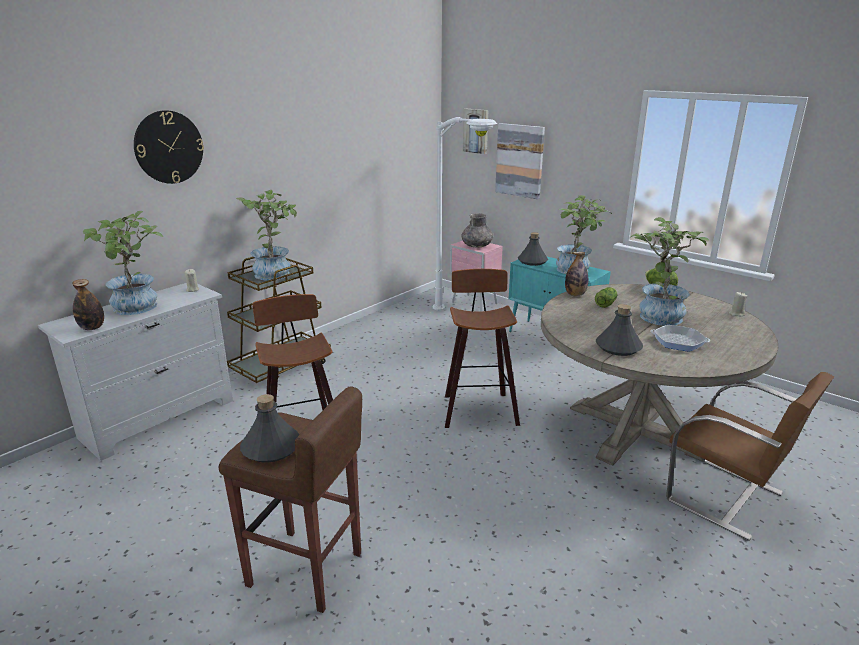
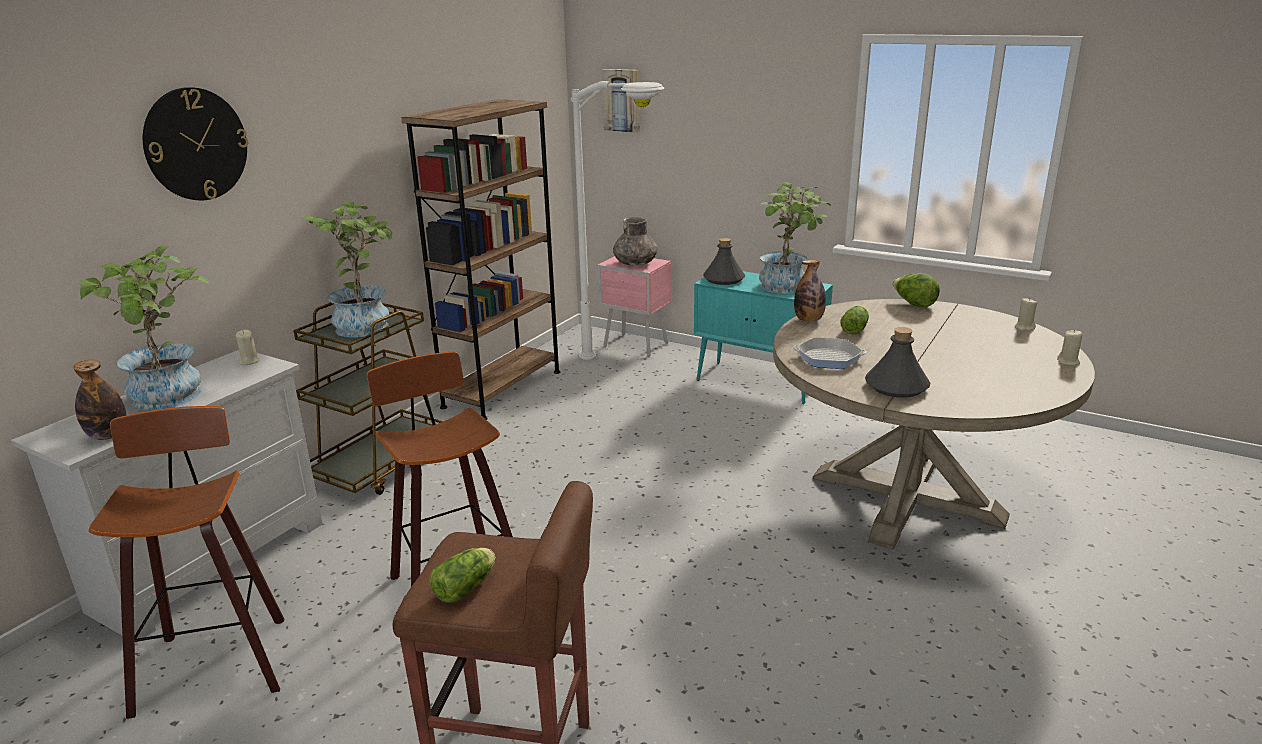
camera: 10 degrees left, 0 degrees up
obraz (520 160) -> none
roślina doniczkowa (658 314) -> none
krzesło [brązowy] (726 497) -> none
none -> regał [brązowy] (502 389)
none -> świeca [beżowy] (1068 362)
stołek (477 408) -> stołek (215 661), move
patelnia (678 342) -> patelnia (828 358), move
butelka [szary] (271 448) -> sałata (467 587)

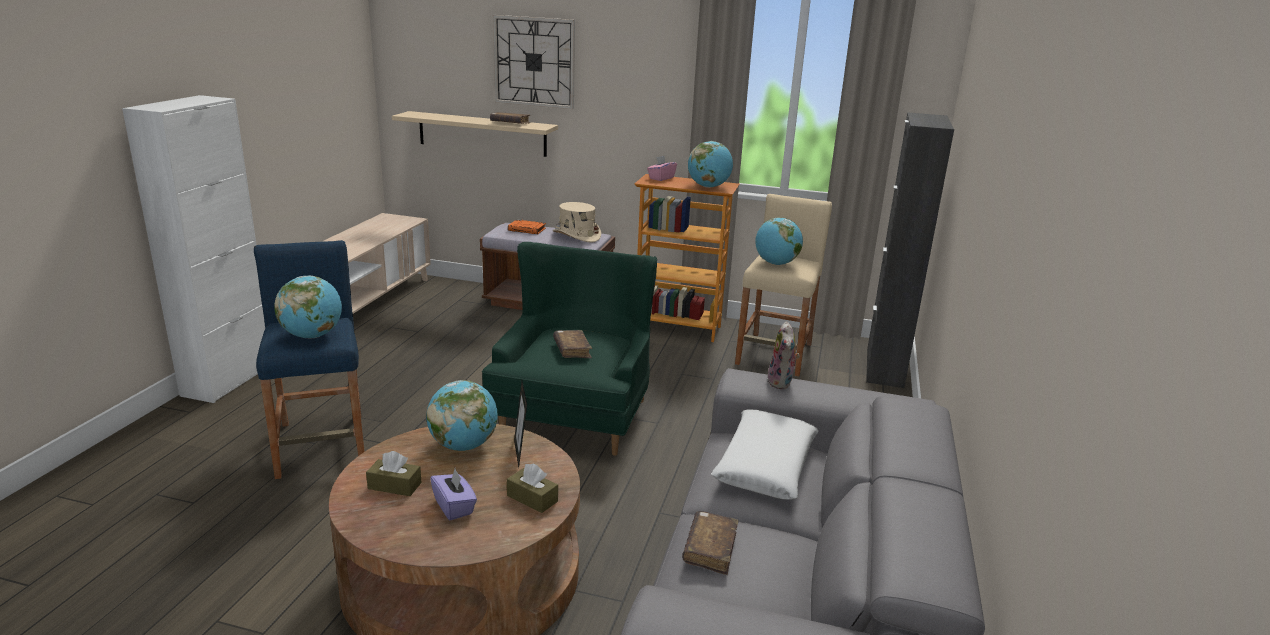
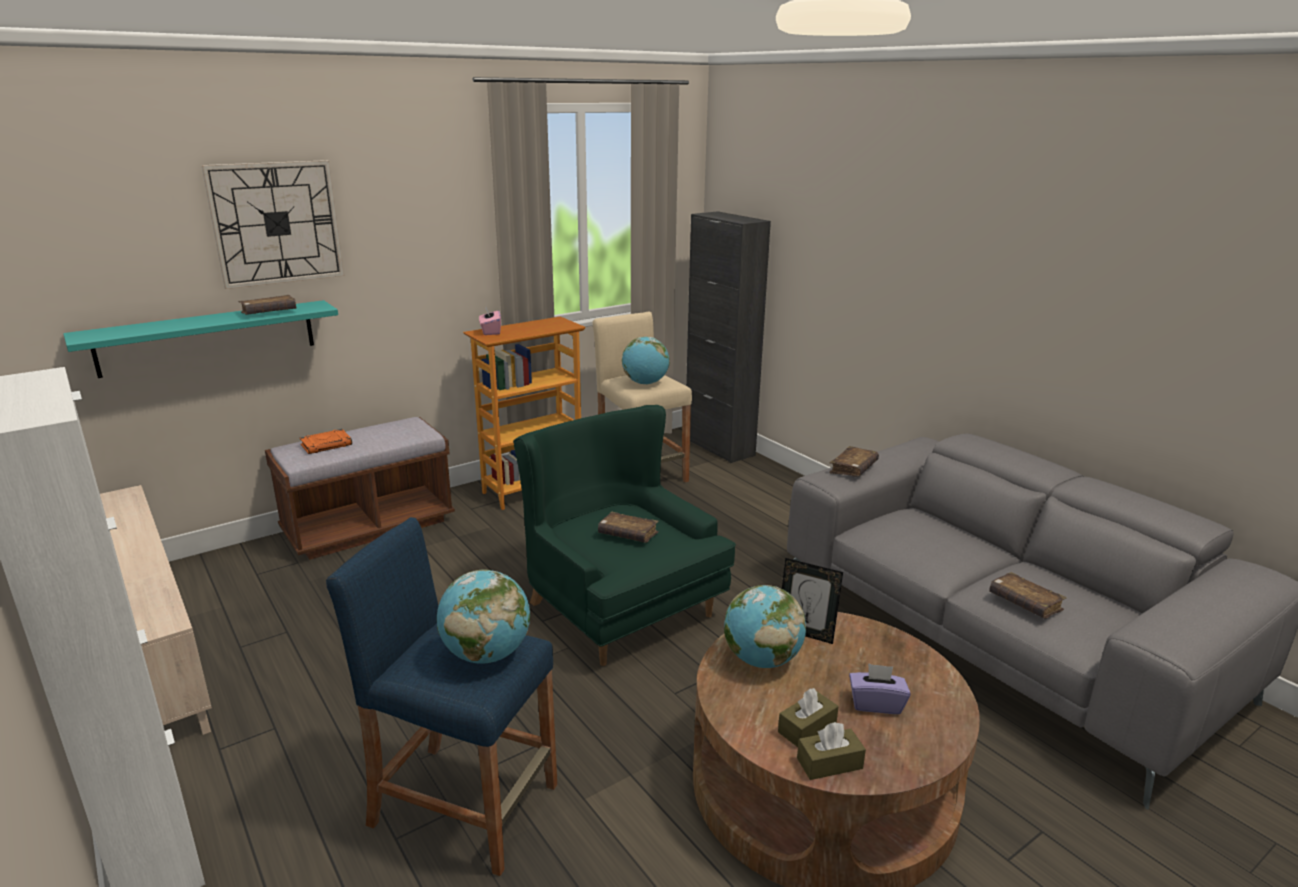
camera: 50 degrees left, 0 degrees up
kapelusz [beżowy] (576 236) -> none
globus (708 187) -> none
poduszka [biały] (765 465) -> none
pudełko chusteczek [brązowy] (532 498) -> pudełko chusteczek [brązowy] (829 763), move
pluszak (781 383) -> książka [brązowy] (853 468)
półka [beżowy] (482 134) -> półka [turkusowy] (208 338)

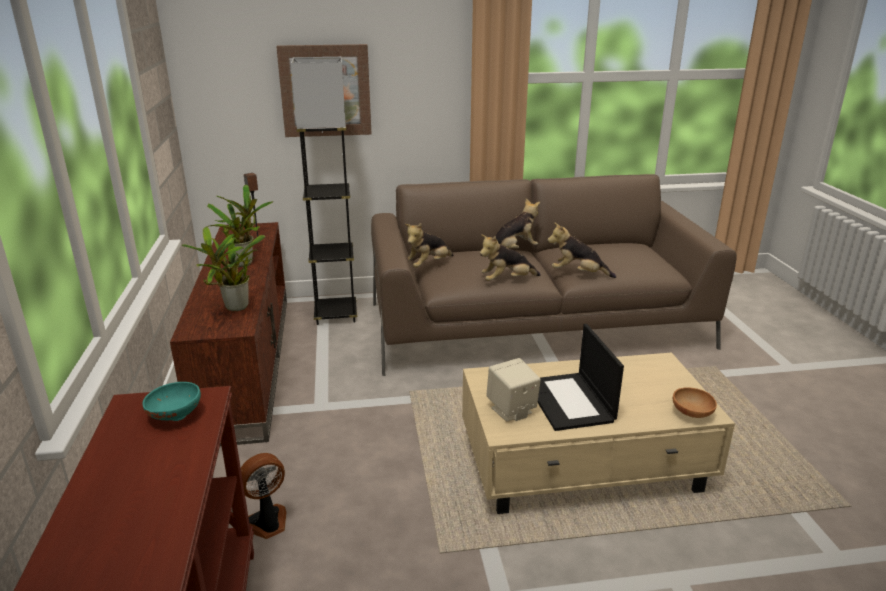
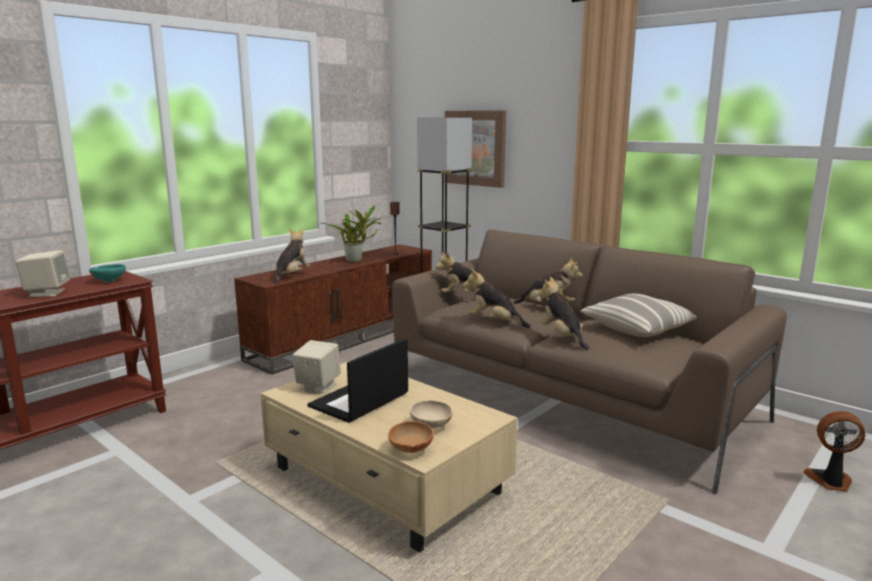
camera: 50 degrees right, 10 degrees down
none -> głośnik [beżowy] (47 293)
none -> miska [beżowy] (431 426)
none -> poduszka (638 329)
wentylator (267 524) -> wentylator (830 481), move
roślina doniczkowa (234 309) -> pluszak (292 276)

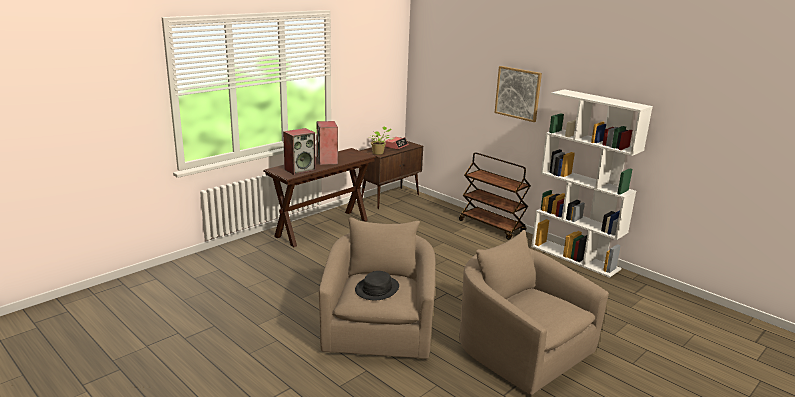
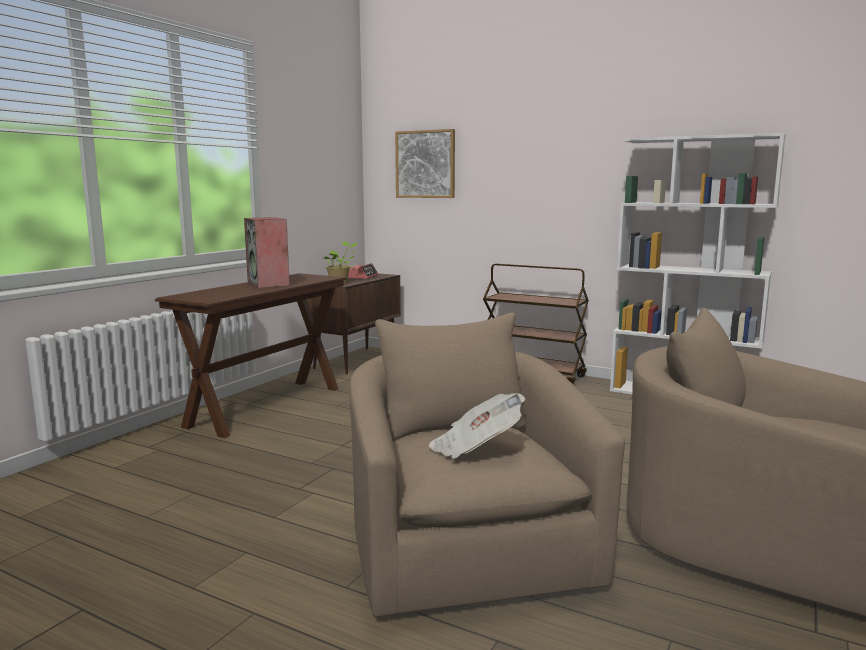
camera: 15 degrees left, 10 degrees down
głośnik (300 169) -> none
obraz (518 93) -> obraz (425 164), move
kapelusz [czarny] (377 289) -> gazeta (475 448)

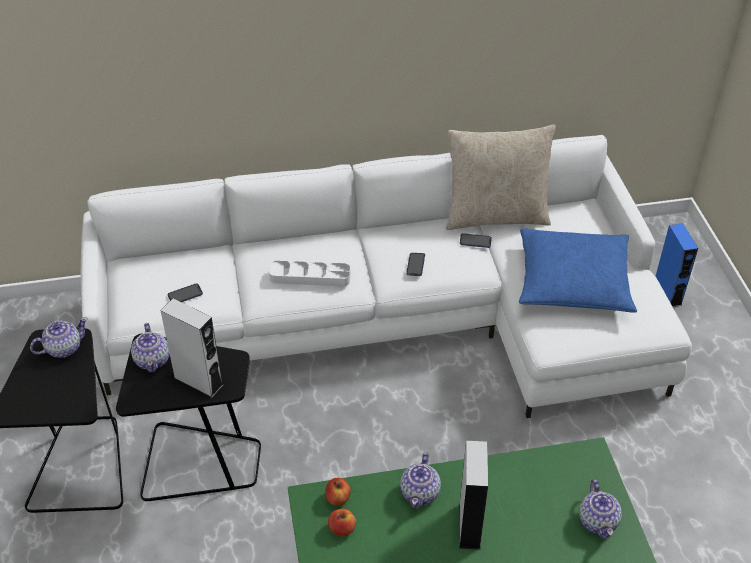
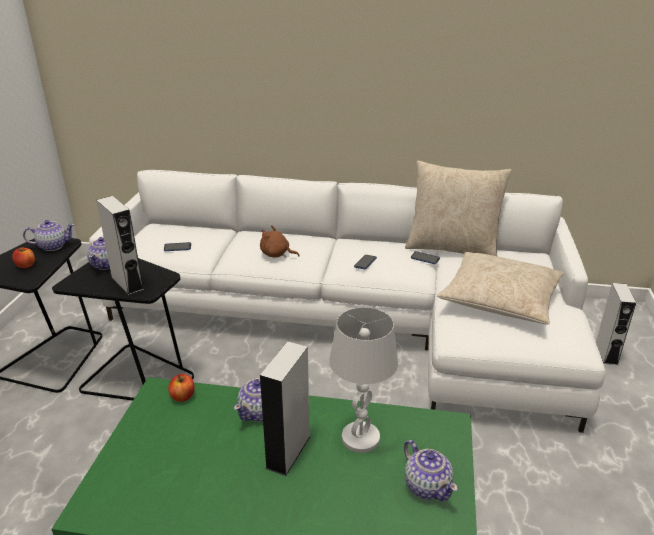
camera: 20 degrees right, 15 degrees down
none -> lampa stołowa [biały] (360 438)
jabłko (342 528) -> jabłko (26 265), move
taca [biały] (310 277) -> pluszak [brązowy] (276 254)
poduszka [niebieski] (573 281) -> poduszka [beżowy] (500 298)
głośnik [niebieski] (667 293) -> głośnik [szary] (606 353)
imbryk (598 521) -> imbryk (427 486), 45 degrees counterclockwise

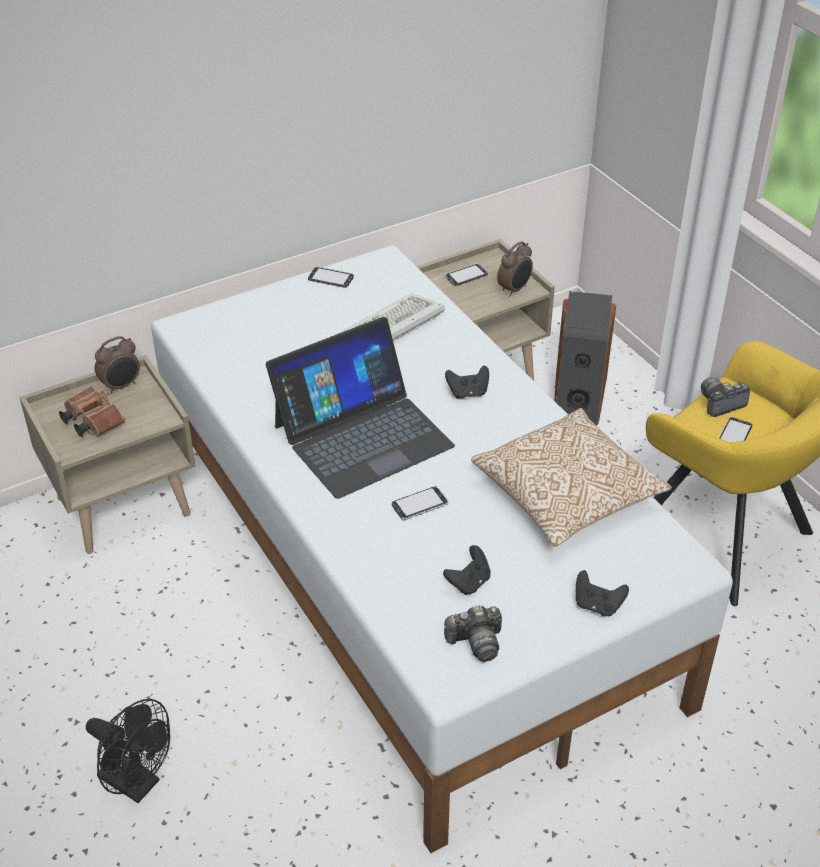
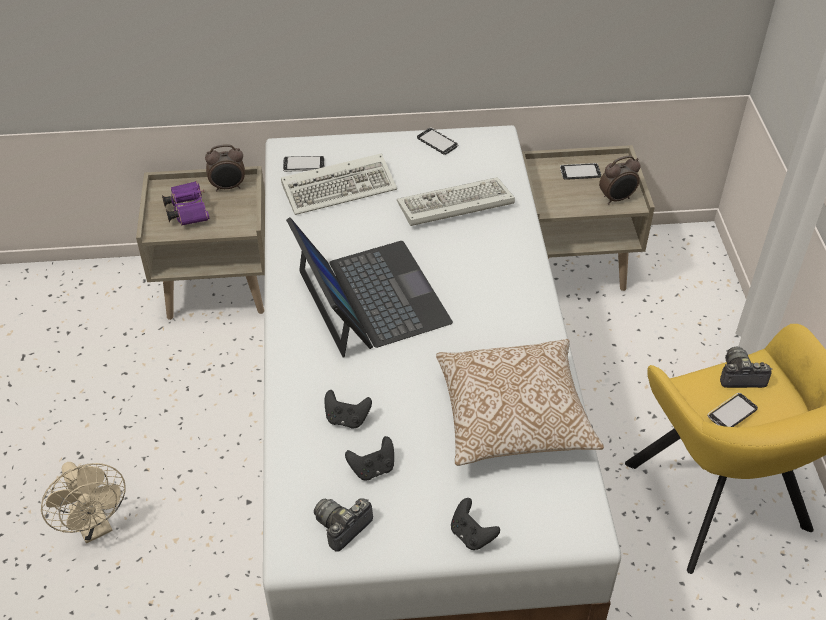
camera: 25 degrees right, 5 degrees up
głośnik (578 399) -> none
none -> klawiatura (341 187)
telefon (420 505) -> telefon (304 165), move
pad do gier [czarny] (468 393) -> pad do gier [czarny] (347 419), move
lornetka [brązowy] (92 421) -> lornetka [fioletowy] (187 211)
wentylator [czarny] (137 783) -> wentylator [beżowy] (95 526)
laptop (362 435) -> laptop (370 298), 105 degrees counterclockwise
aparat fotograficzny (476 642) -> aparat fotograficzny (343 526), 120 degrees clockwise

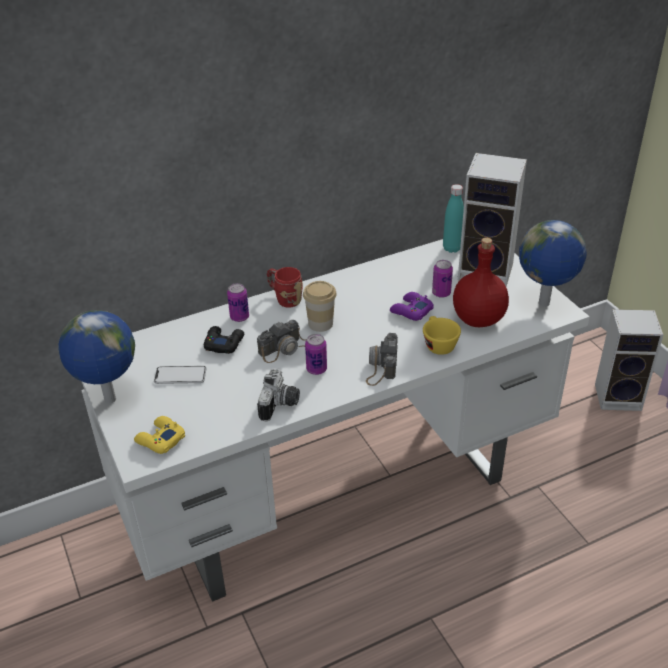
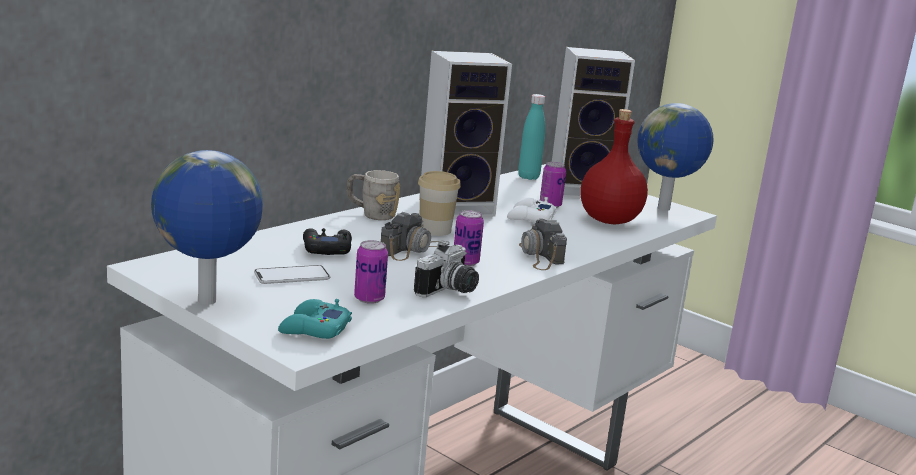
camera: 25 degrees left, 20 degrees down
filiżanka [żółty] (438 344) -> none
puszka (239 317) -> puszka (369 299), move
głośnik (619 396) -> głośnik (459 207), move
pad do gier [żółty] (160 439) -> pad do gier [turkusowy] (314 329)
kubek [czerwony] (284 298) -> kubek [szary] (371 214)
pad do gier [fioletowy] (411 311) -> pad do gier [biały] (530 218)
aparat fotograficzny (281 405) -> aparat fotograficzny (449 291), 45 degrees clockwise

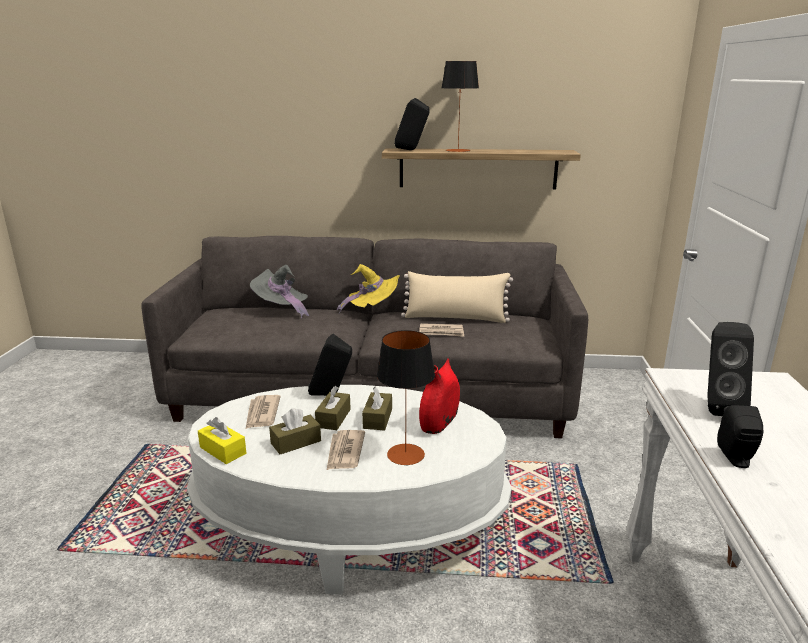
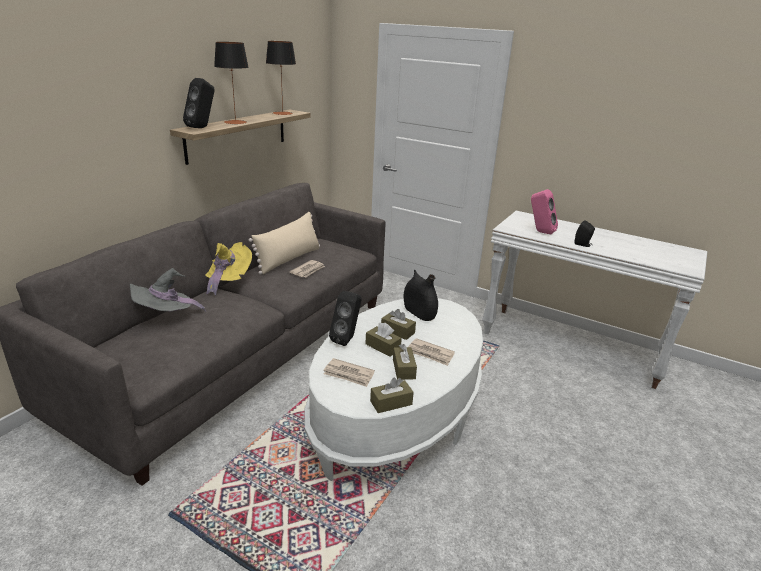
camera: 65 degrees left, 5 degrees up
lampa stołowa (405 454) -> lampa stołowa (282 113), move
pudełko chusteczek [żółty] (223 450) -> pudełko chusteczek [brązowy] (391 403)
wazon [czerwony] (439 422) -> wazon [czarny] (419 313)
głośnik [czarny] (716 407) -> głośnik [różowy] (540 232)

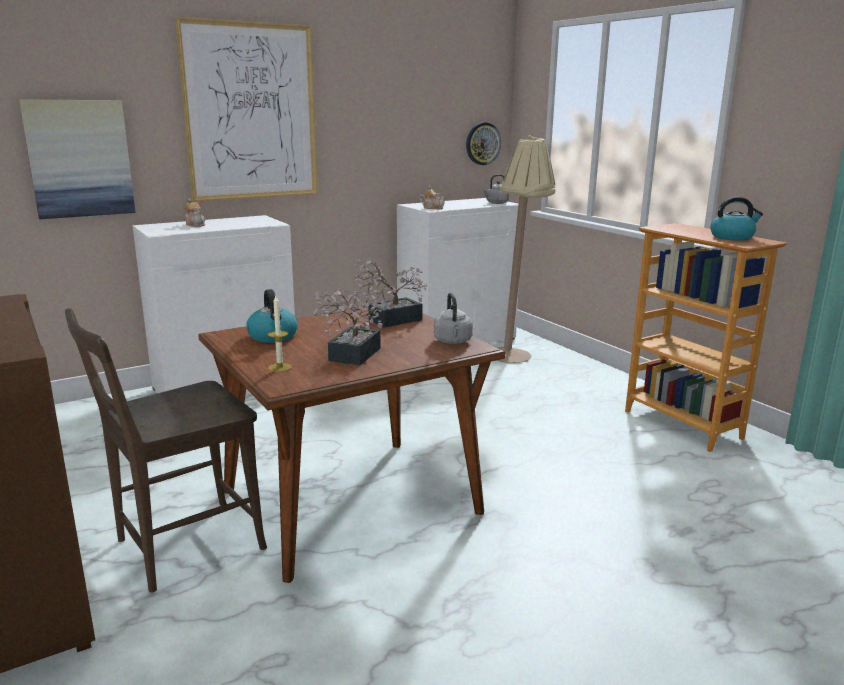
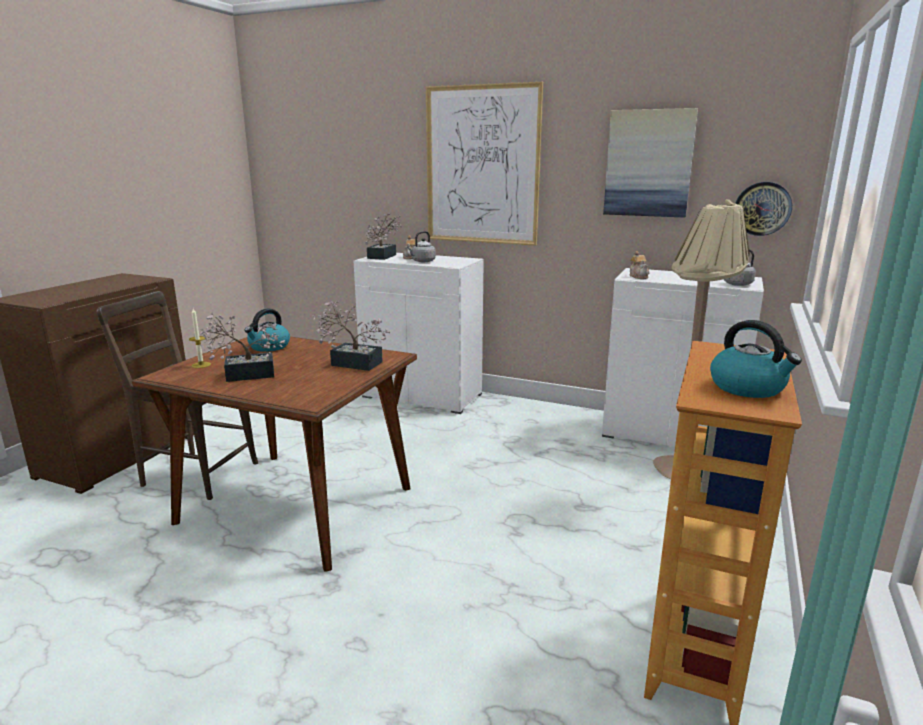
camera: 55 degrees right, 0 degrees up
none -> roślina doniczkowa (384 256)
obraz (79 158) -> obraz (649 163), move
czajnik [szary] (453 341) -> czajnik [szary] (422 261), move

